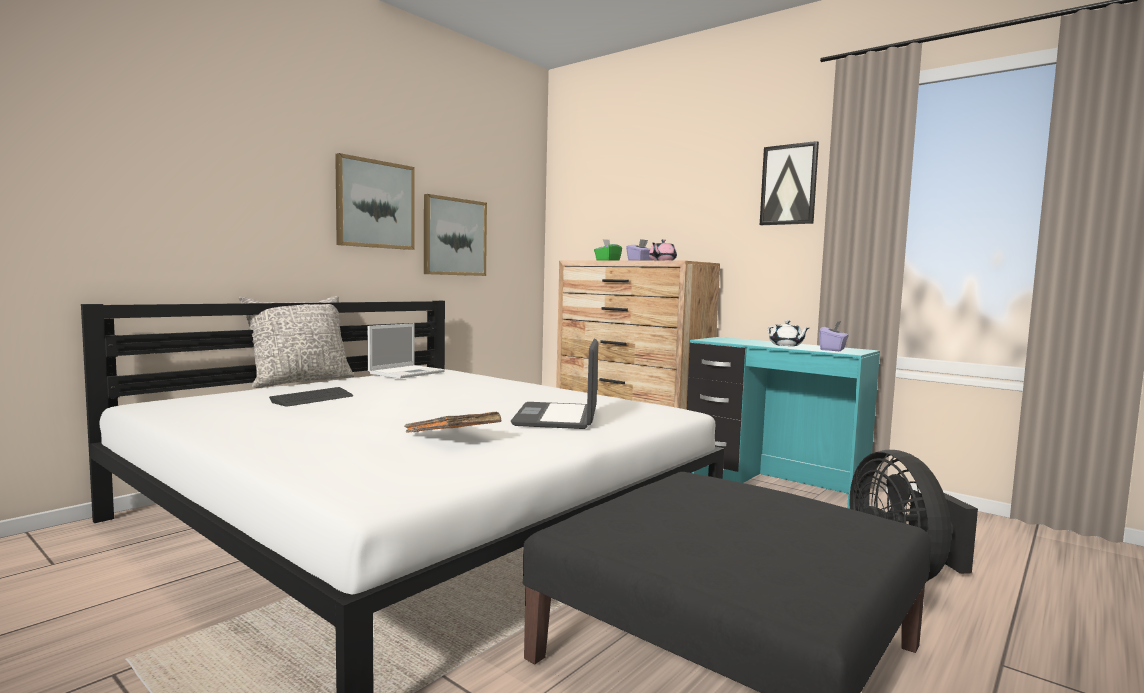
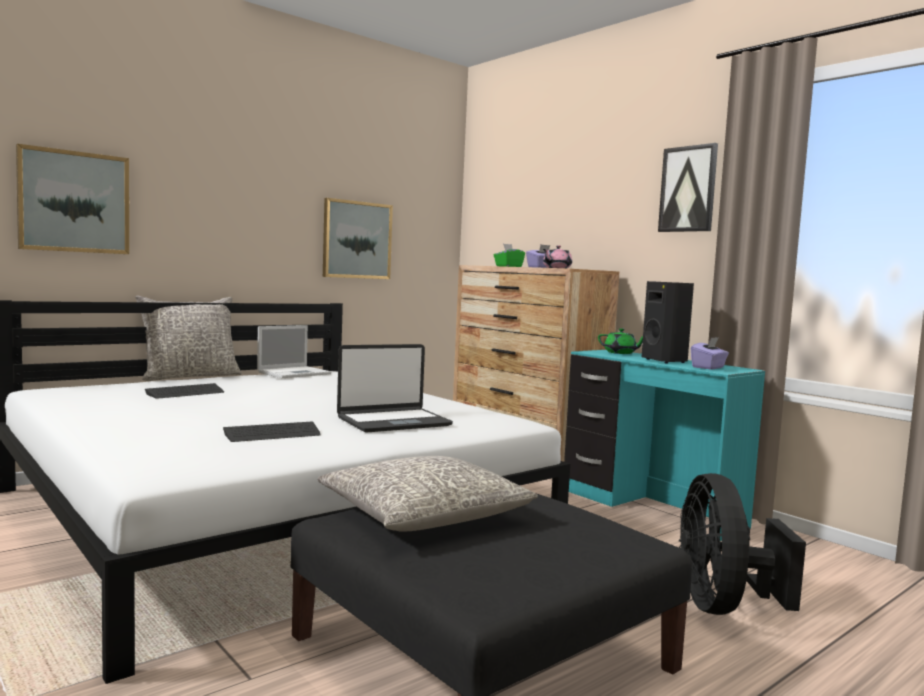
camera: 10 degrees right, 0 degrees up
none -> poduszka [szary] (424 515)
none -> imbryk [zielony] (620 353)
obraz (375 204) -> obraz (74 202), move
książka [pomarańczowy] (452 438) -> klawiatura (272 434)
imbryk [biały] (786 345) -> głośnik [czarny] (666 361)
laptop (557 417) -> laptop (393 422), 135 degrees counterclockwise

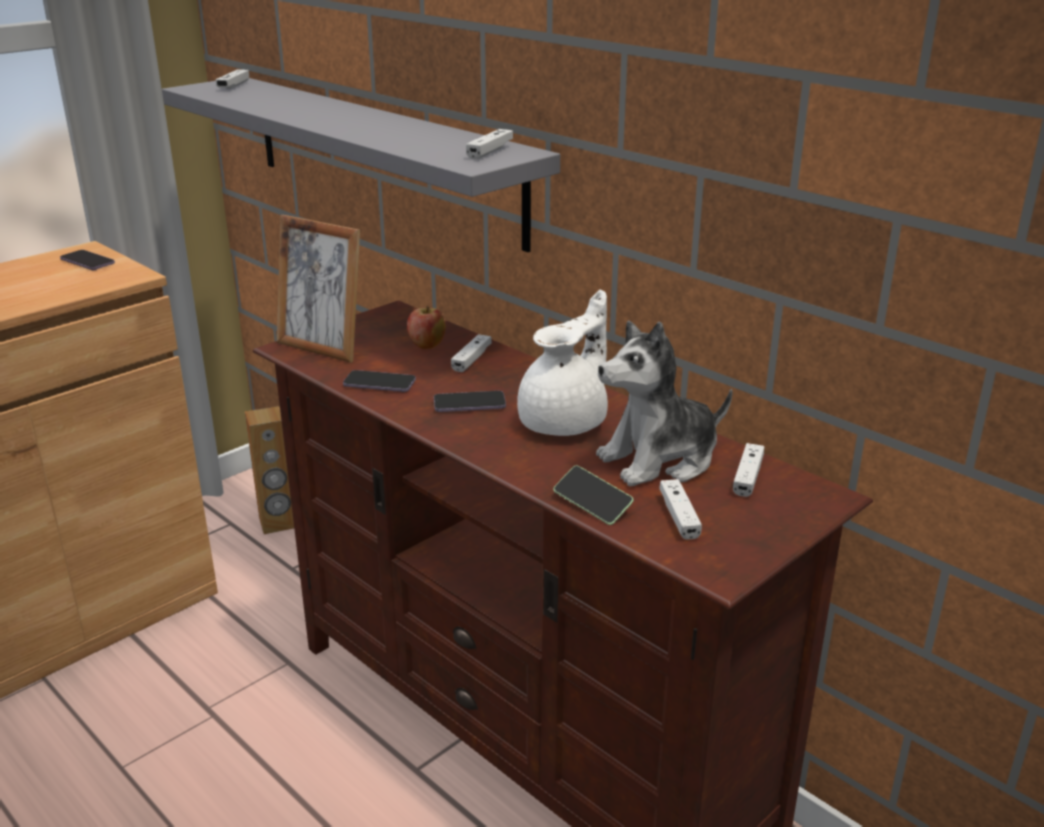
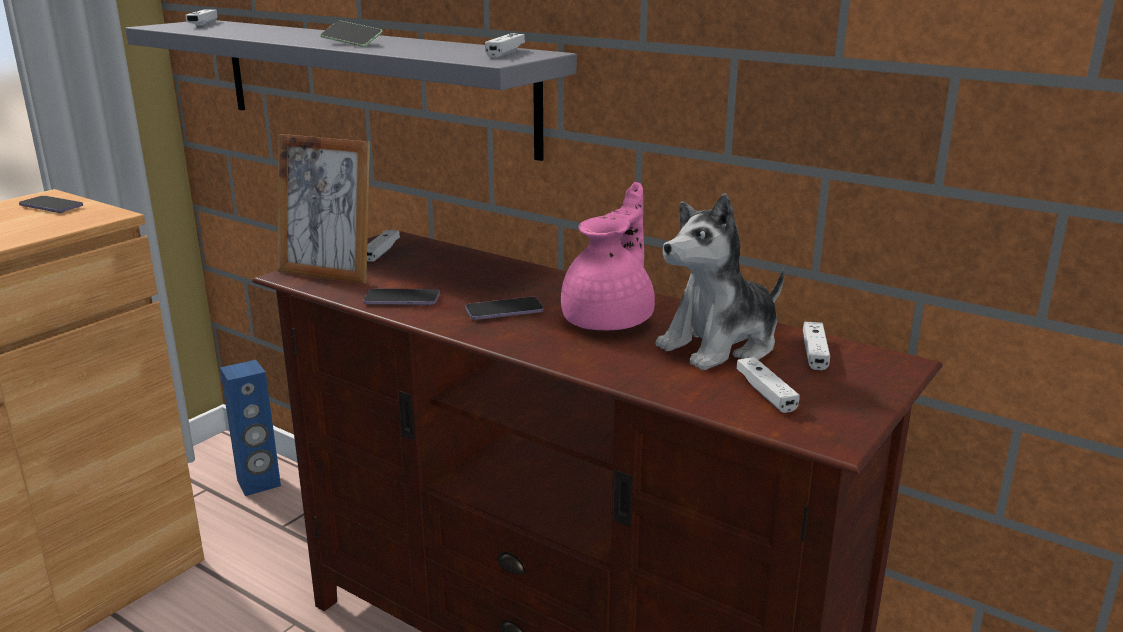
camera: 10 degrees left, 5 degrees down
jabłko (427 346) -> none
pad do gier [biały] (471 359) -> pad do gier [biały] (381 251), move
telefon (592 504) -> telefon (352 43), move
głośnik [brązowy] (278 523) -> głośnik [niebieski] (259 483)
imbryk [biały] (566 422) -> imbryk [różowy] (611 319)

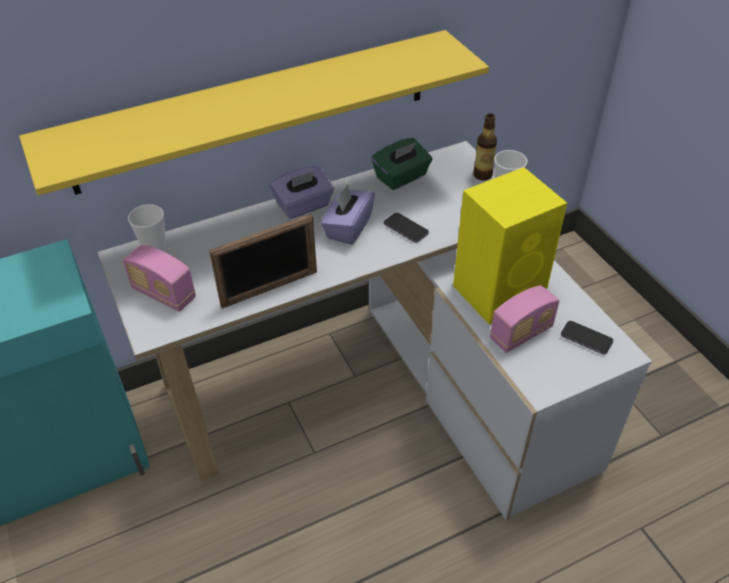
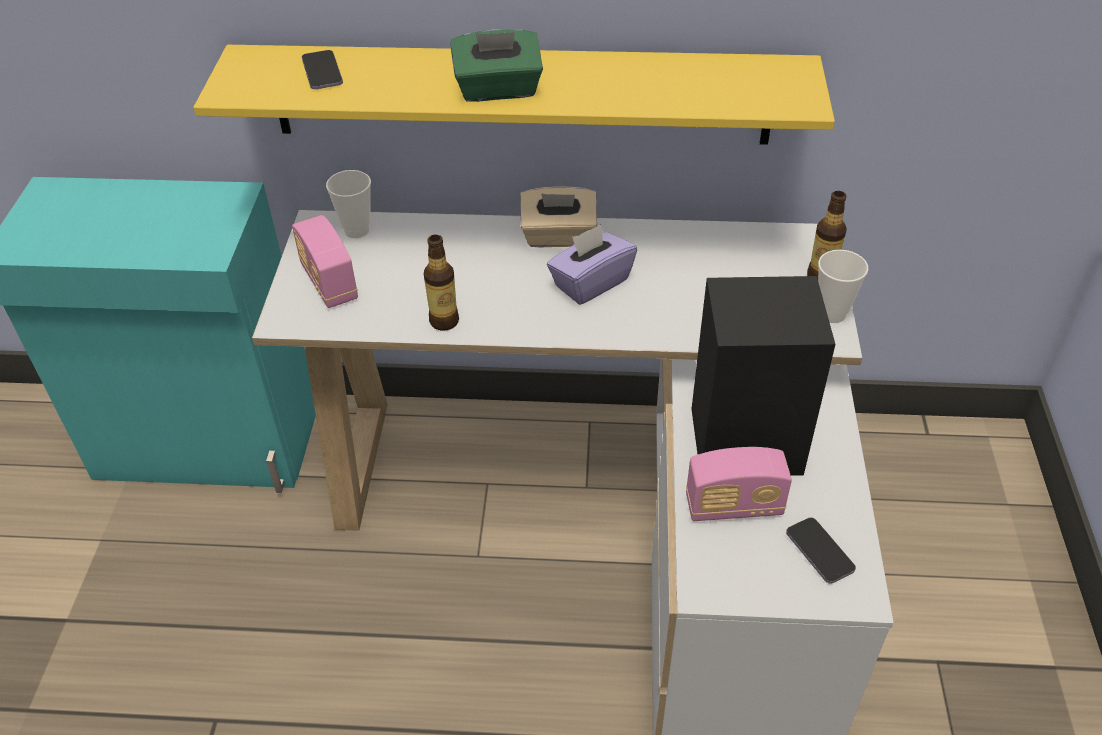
camera: 30 degrees right, 0 degrees up
pudełko chusteczek [zielony] (401 177) -> pudełko chusteczek [zielony] (498 90), move
telefon (405 229) -> telefon (322 72), move
ramka na zdjęcie (270 289) -> butelka (444 321)
pudełko chusteczek [fioletowy] (303 206) -> pudełko chusteczek [beżowy] (558 237)
głośnik [żółty] (500 291) -> głośnik [czarny] (749 441)

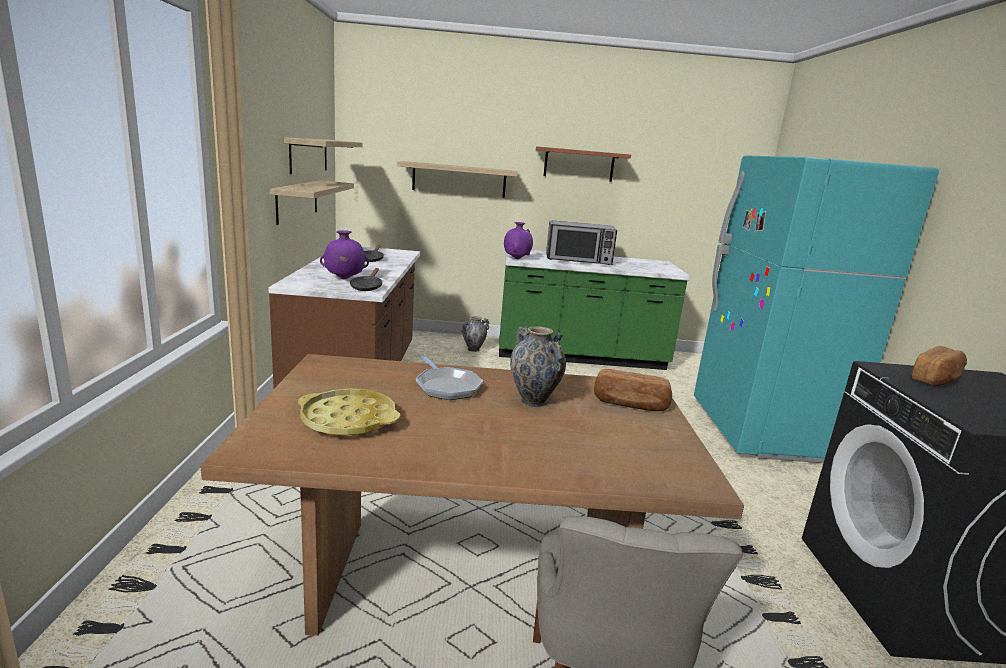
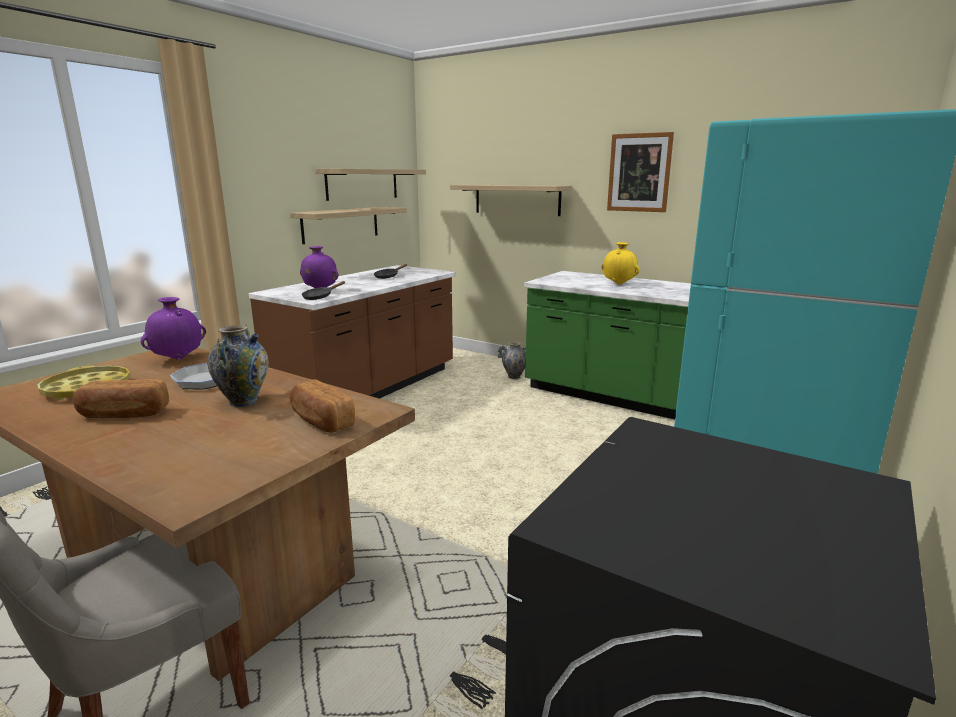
camera: 35 degrees right, 0 degrees up
wazon [fioletowy] (516 259) -> wazon [fioletowy] (179 359), move
chleb (937 379) -> chleb (124 414), move
półka (579 164) -> obraz (639 173)
mikrofalówka (578 260) -> wazon [żółty] (619 284)

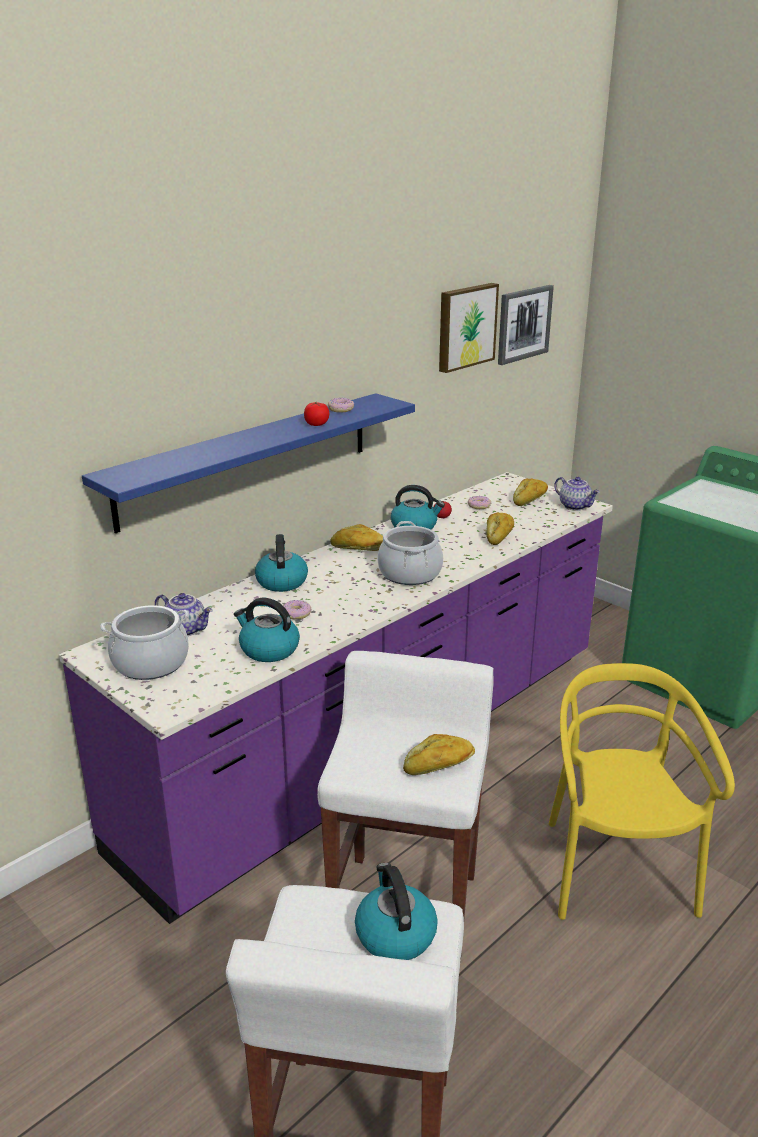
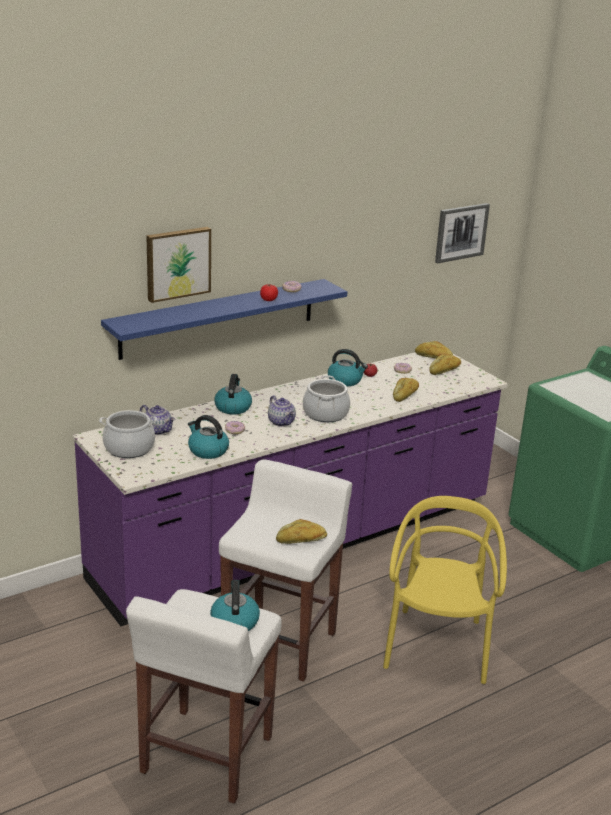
camera: 10 degrees right, 0 degrees up
chleb (358 548) -> chleb (433 357), move
obraz (465 326) -> obraz (177 263), move
imbryk (575 506) -> imbryk (282 422), move

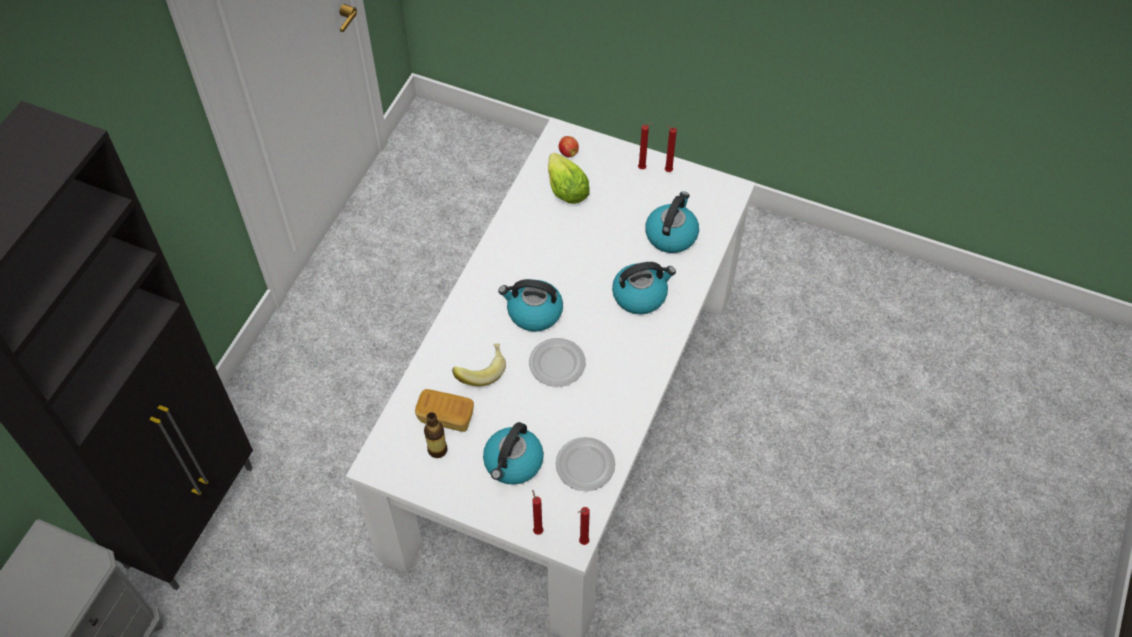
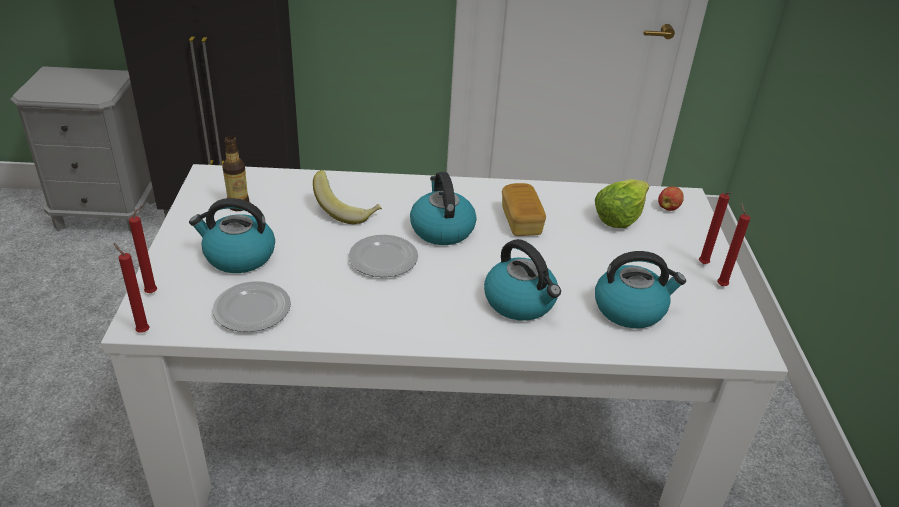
camera: 65 degrees right, 20 degrees down
chleb (446 417) -> chleb (521 222), move

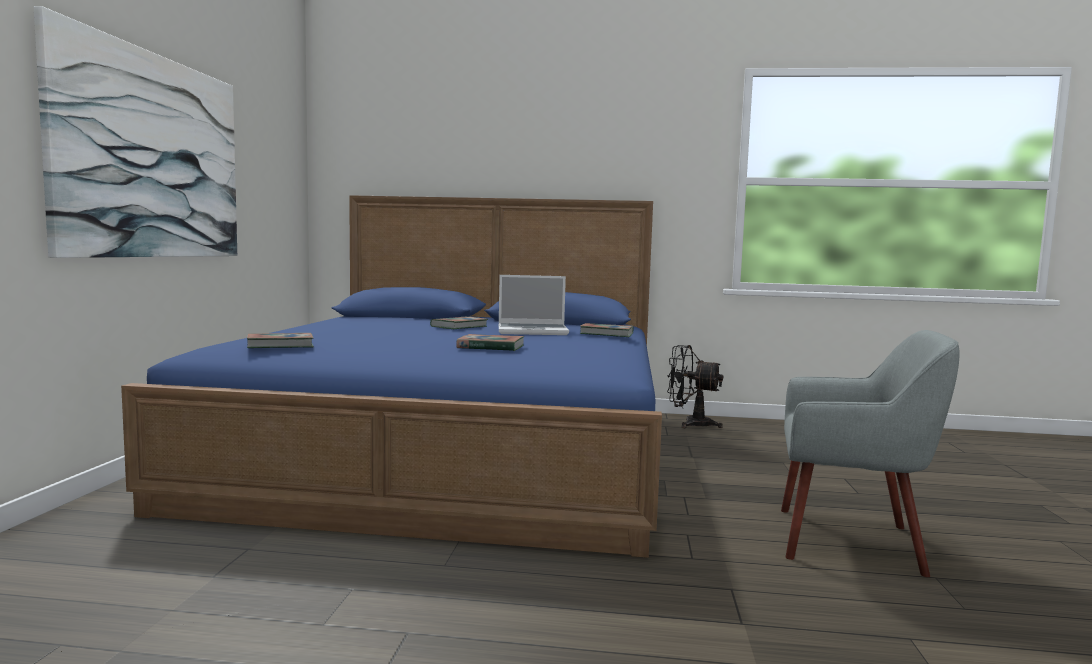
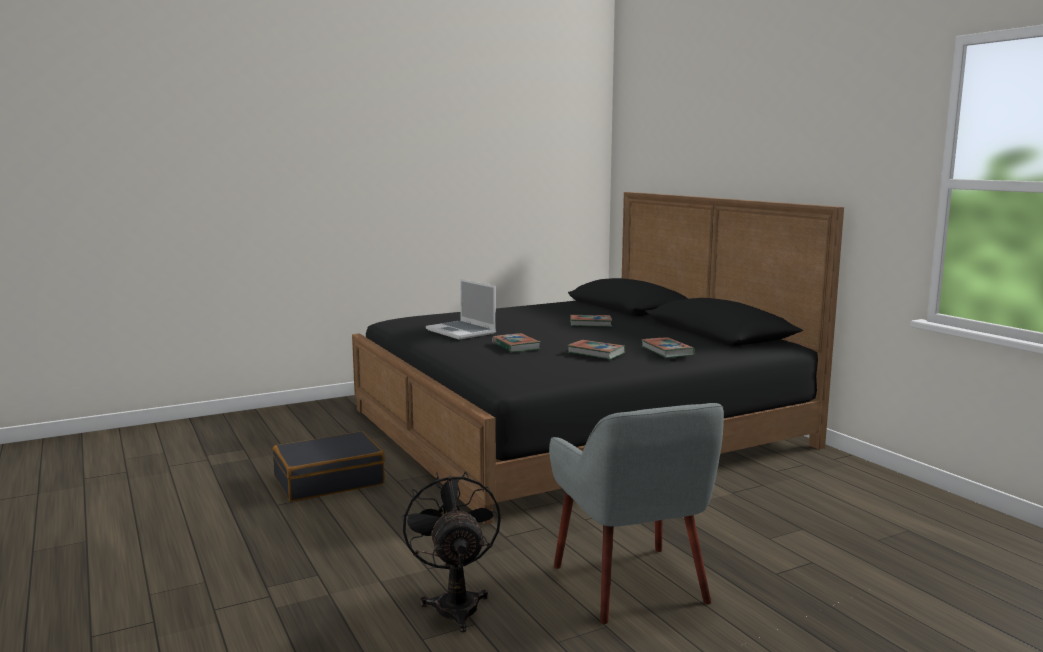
camera: 55 degrees right, 5 degrees up
obraz (152 156) -> none
none -> walizka [czarny] (329 480)
książka (280 345) -> książka (596 353), move
laptop (533 331) -> laptop (462 331), move
wentylator [czarny] (690 423) -> wentylator [czarny] (455 603), move
łóżko [niebieski] (454 451) -> łóżko [czarny] (574 427)

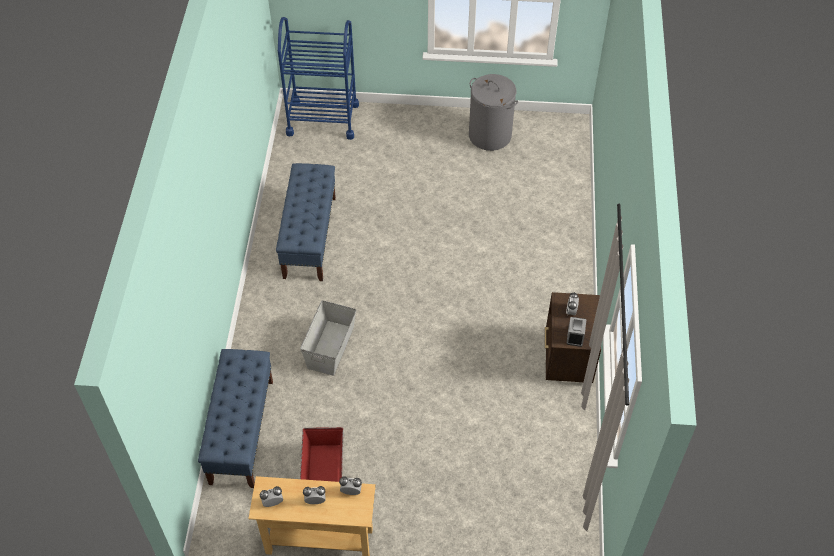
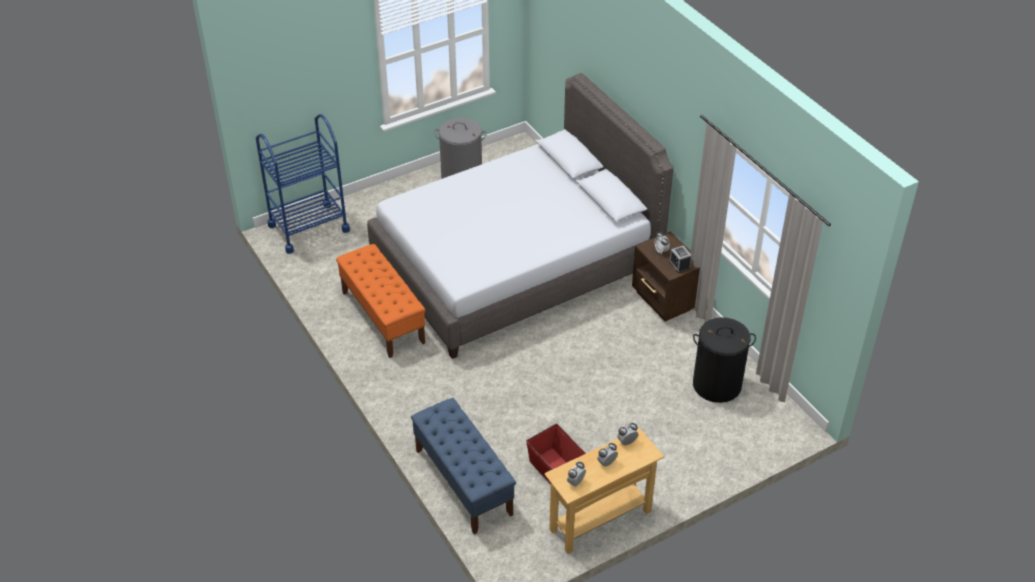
camera: 35 degrees left, 10 degrees down
pojemnik do przechowywania [szary] (331 347) -> none
none -> łóżko [szary] (515 264)
none -> kosz na pranie [czarny] (717 385)
ławka [niebieski] (310 237) -> ławka [pomarańczowy] (383 317)

